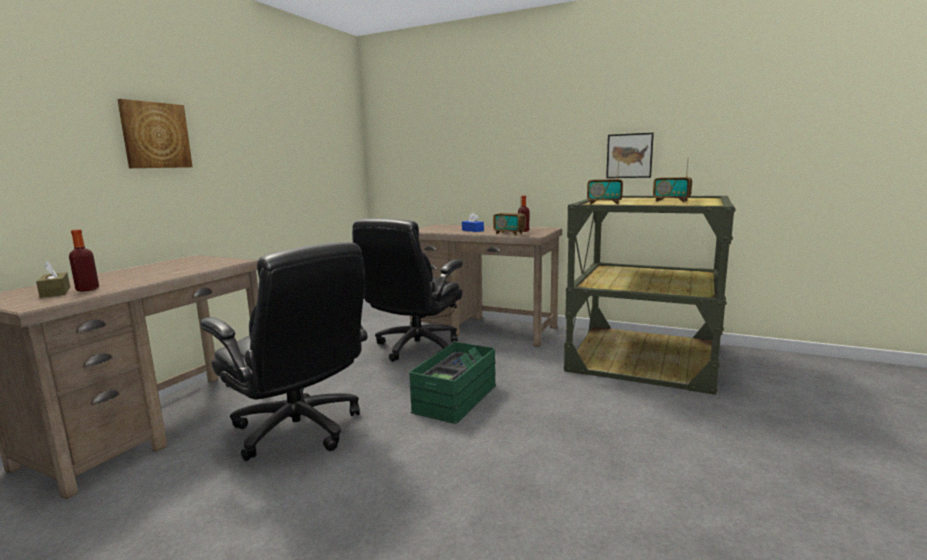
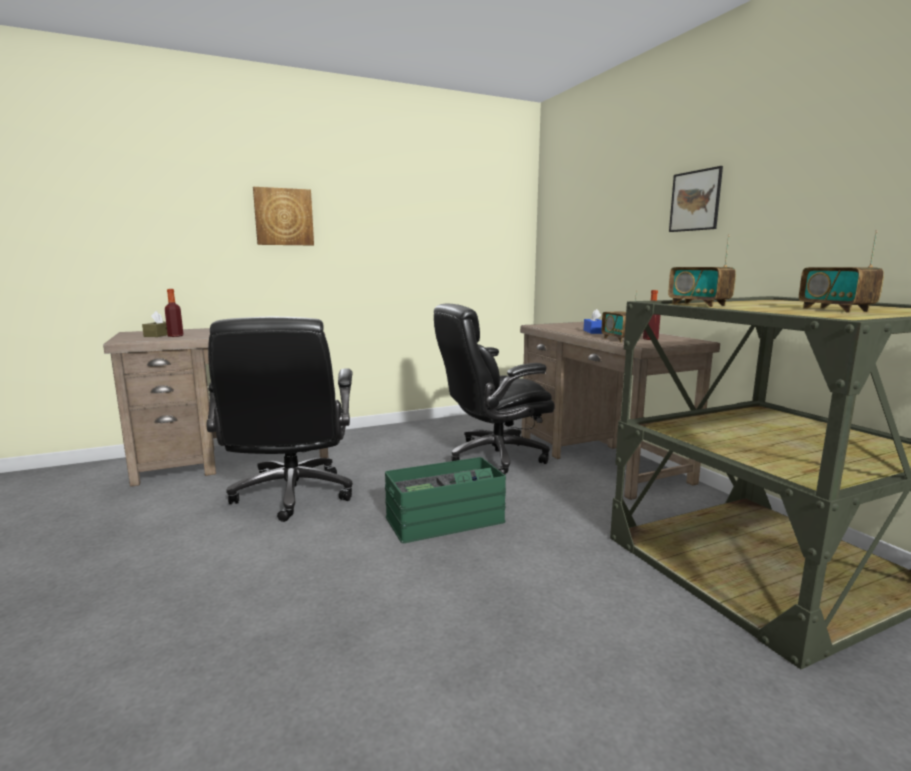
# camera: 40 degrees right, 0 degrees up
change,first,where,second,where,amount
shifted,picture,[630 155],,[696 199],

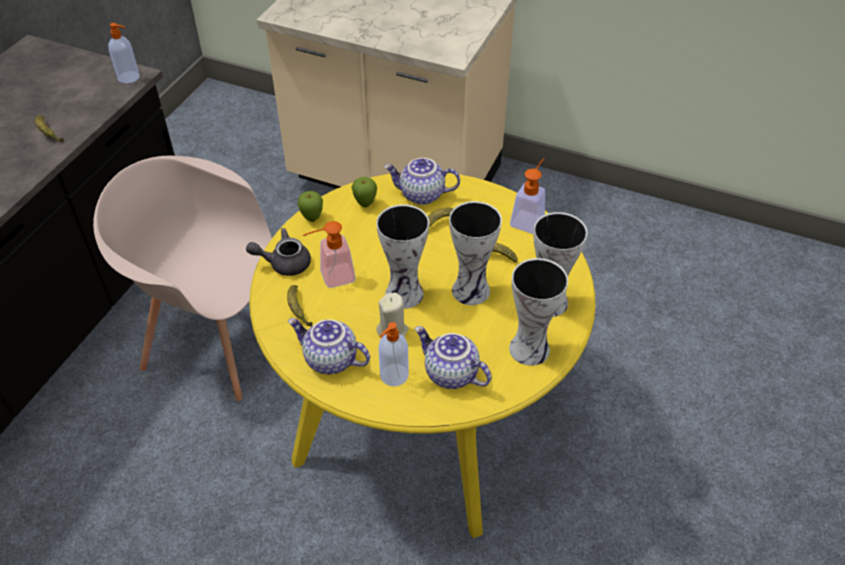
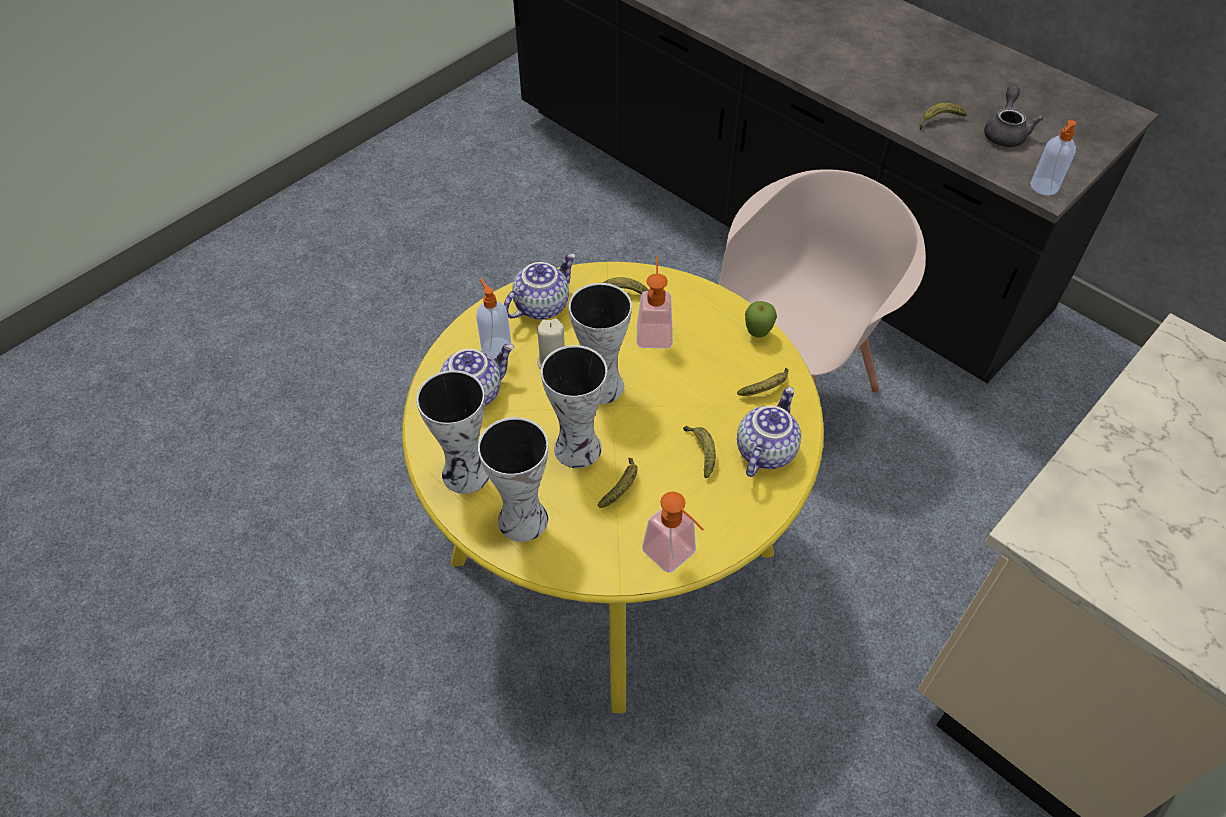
# camera: 110 degrees right, 5 degrees up
change,first,where,second,where,amount
shifted,grey teapot,[278 252],,[1013 116],
swapped,apple,[364 192],banana,[763 382],

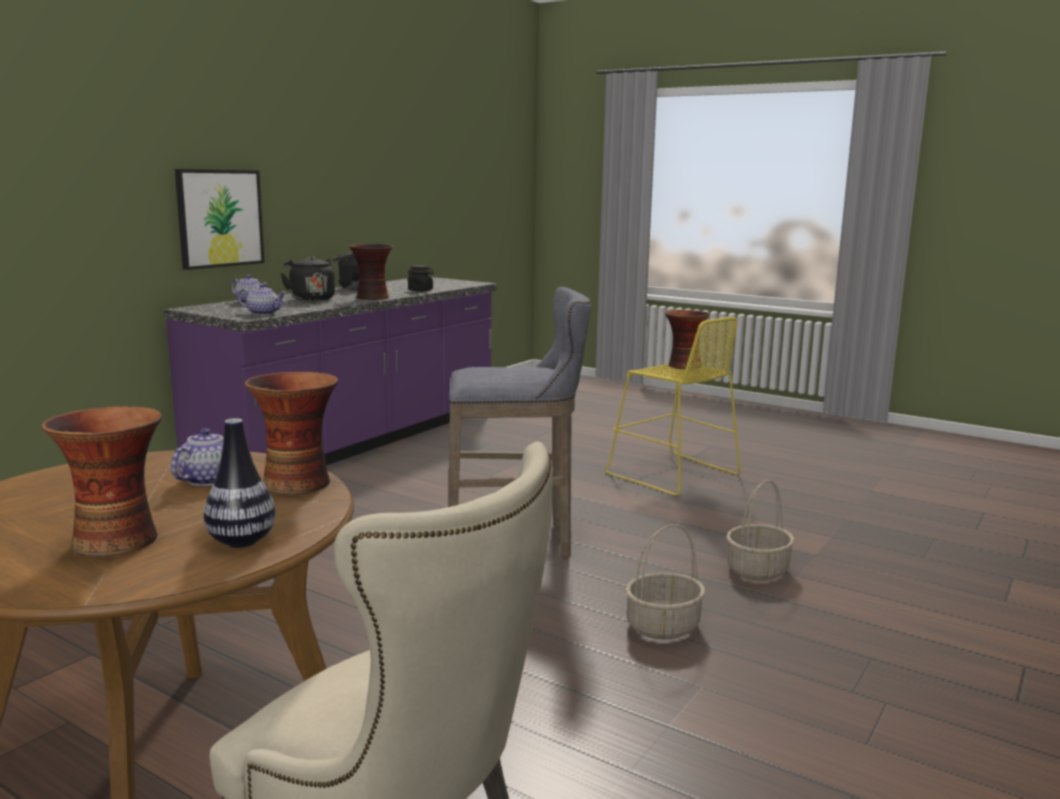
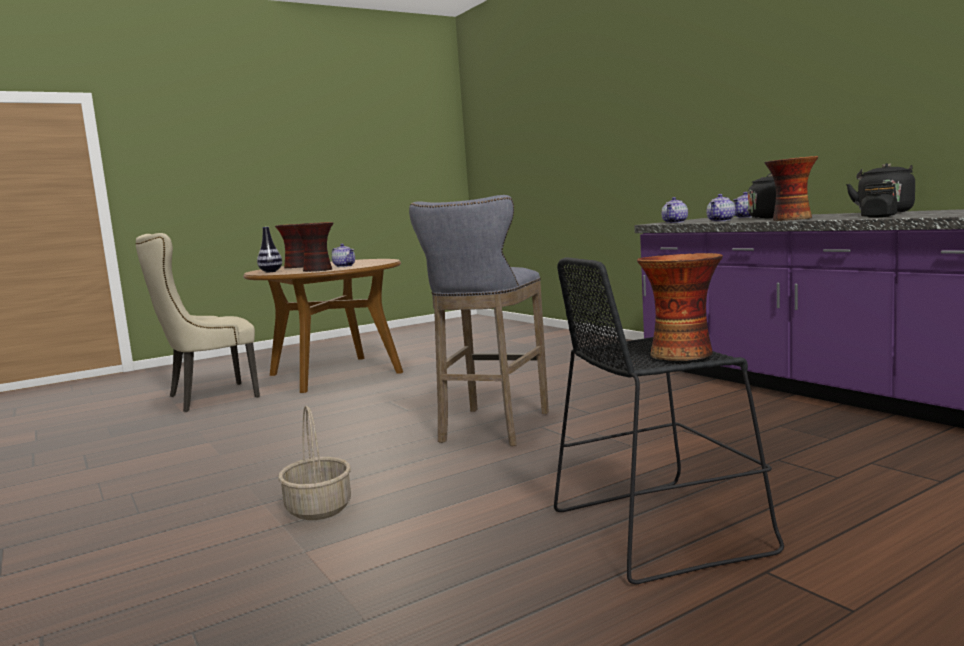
# camera: 115 degrees right, 5 degrees down
change,first,where,second,where,amount
gone,picture,[219 219],,,
gone,basket,[665 581],,,
new,,,teapot,[720 208],
repainted,yellow stool,[673 406],black stool,[669 420],

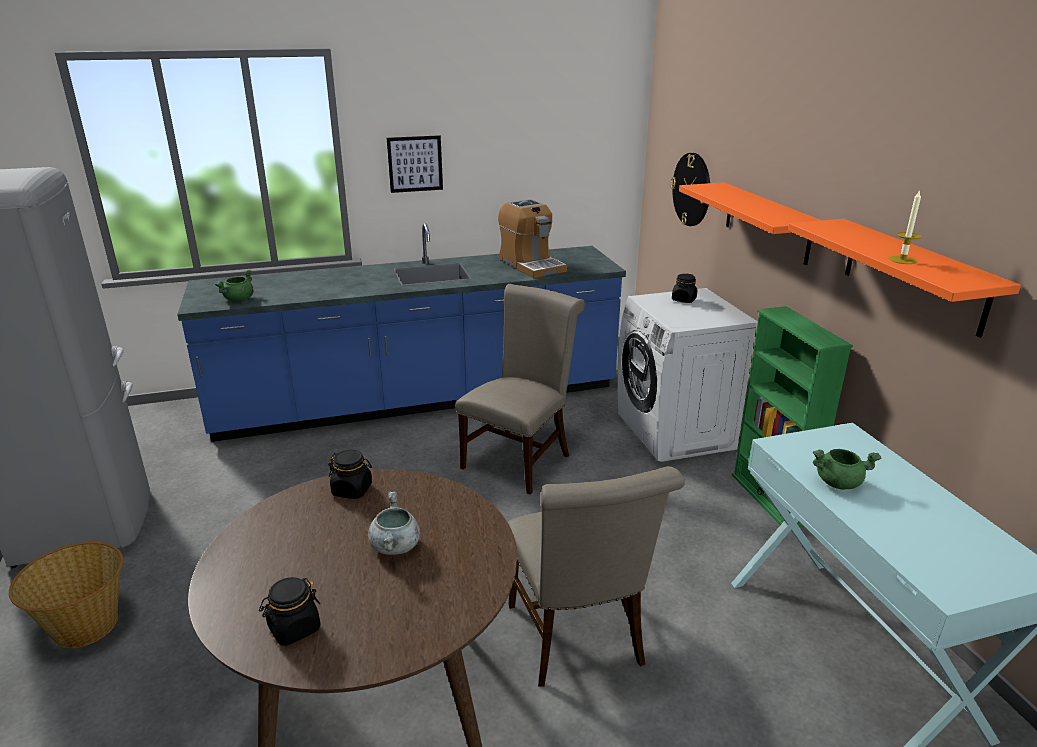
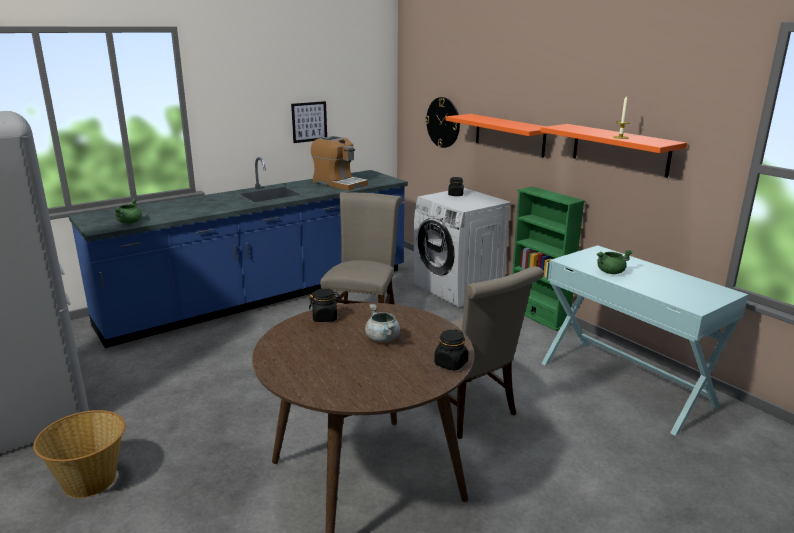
# camera: 20 degrees left, 5 degrees down
change,first,where,second,where,amount
shifted,black jar,[290 611],,[451 349],
shifted,picture,[415 164],,[309 122],

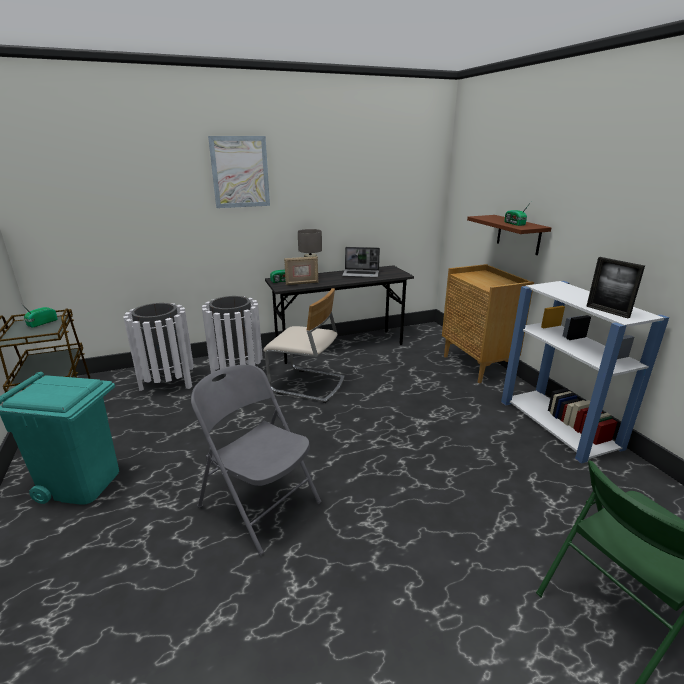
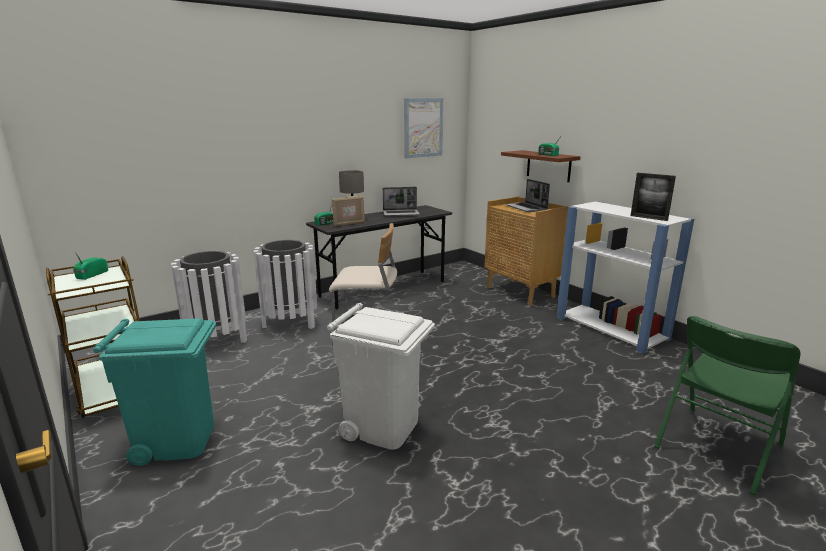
# camera: 15 degrees left, 5 degrees down
change,first,where,second,where,amount
new,,,laptop,[527 195],
shifted,picture,[239 172],,[423 128],
swapped,grey chair,[256 460],white trash can,[381 376],

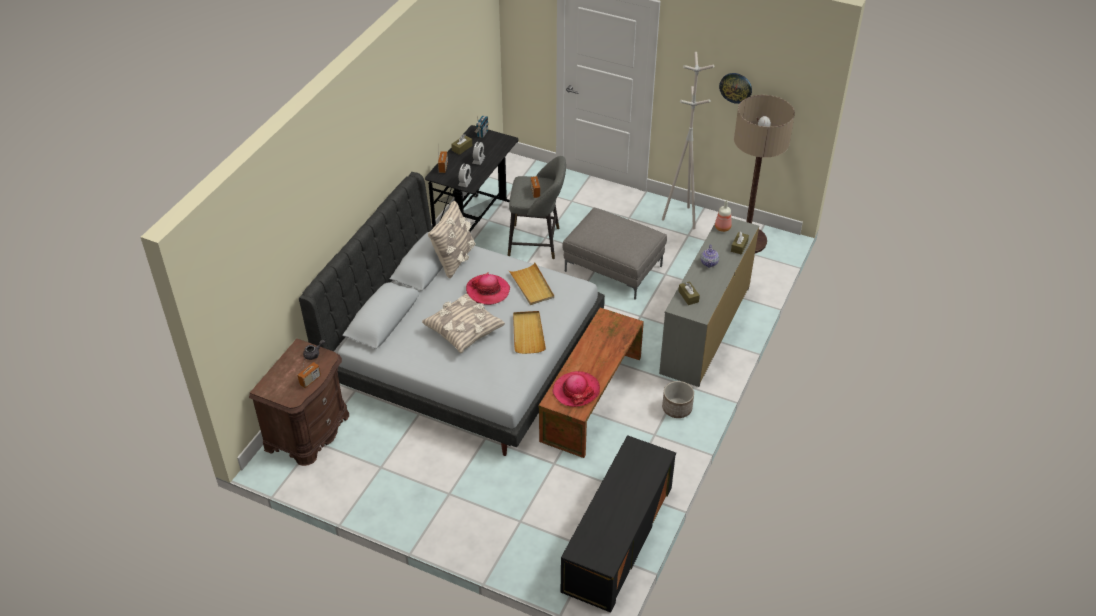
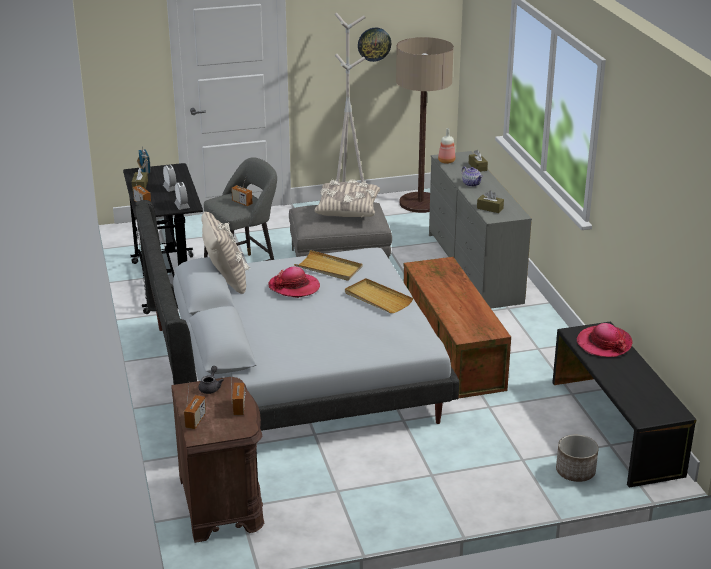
# camera: 40 degrees left, 15 degrees down
change,first,where,second,where,amount
new,,,radio,[195 405],
shifted,beige pillow,[463 323],,[347 198],
shifted,hat,[576 389],,[605 340],
shifted,planter,[678 399],,[577 458],

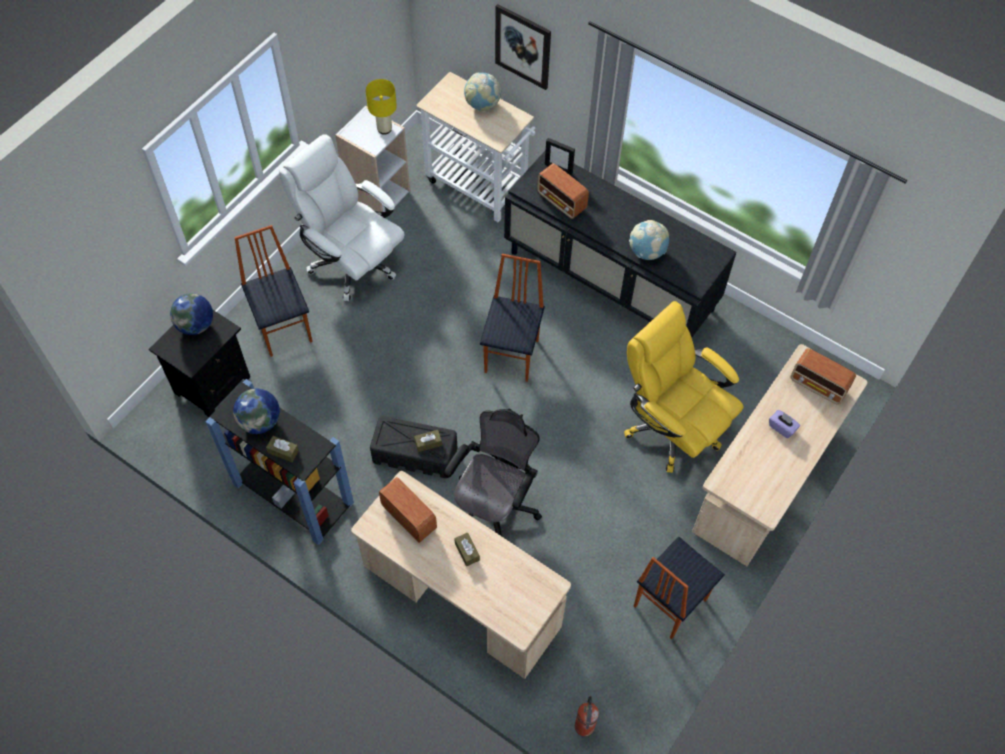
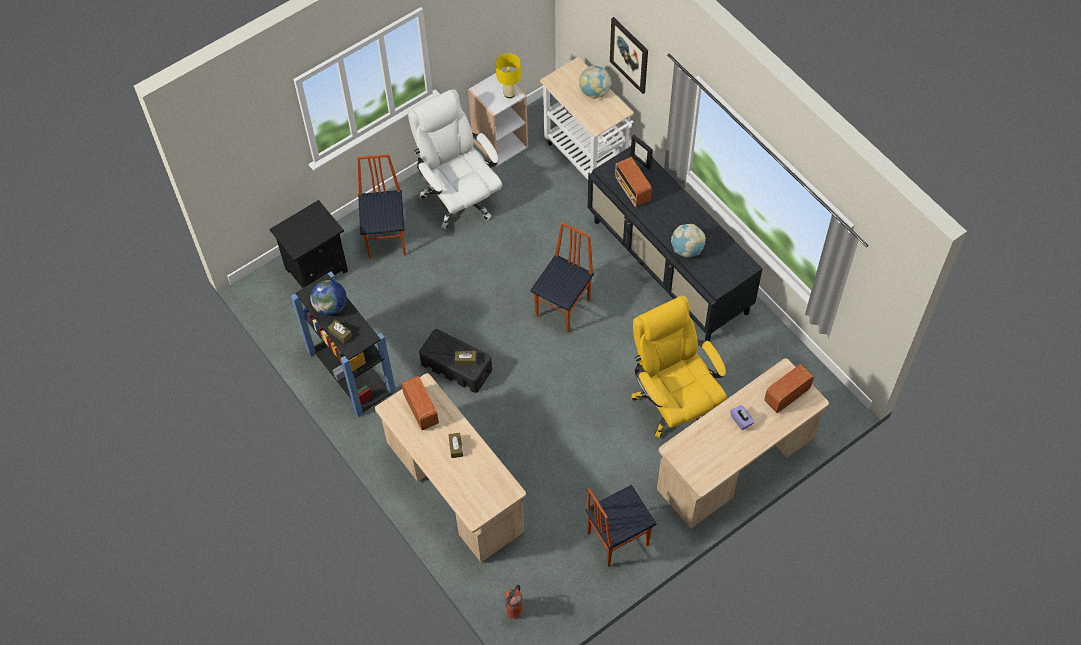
# camera: 20 degrees right, 0 degrees up
change,first,where,second,where,amount
gone,globe,[191 314],,,
gone,office chair,[493 472],,,
rotated,radio,[823 376],,[789 388],90 degrees clockwise

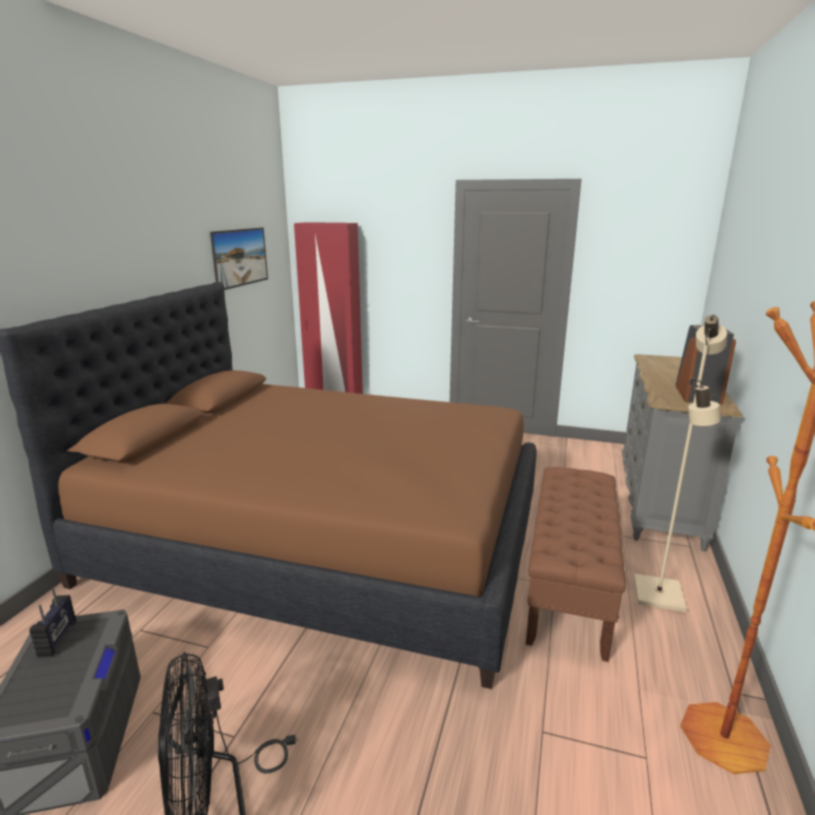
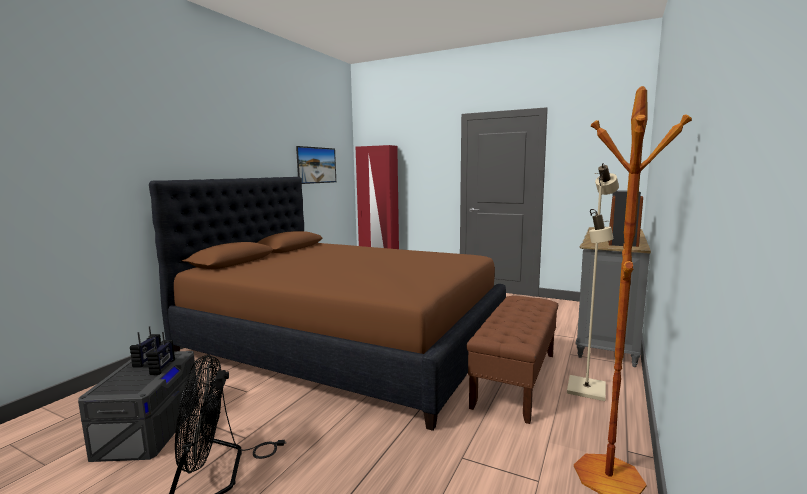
# camera: 10 degrees right, 10 degrees down
change,first,where,second,where,amount
new,,,radio,[161 353],

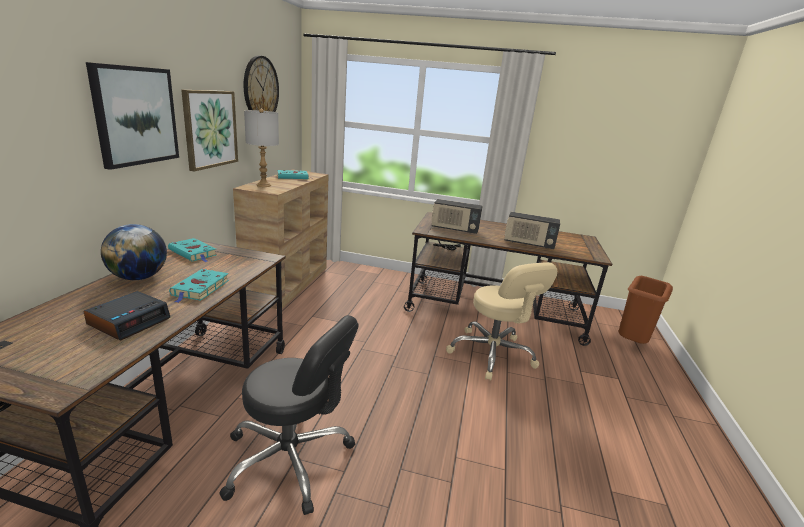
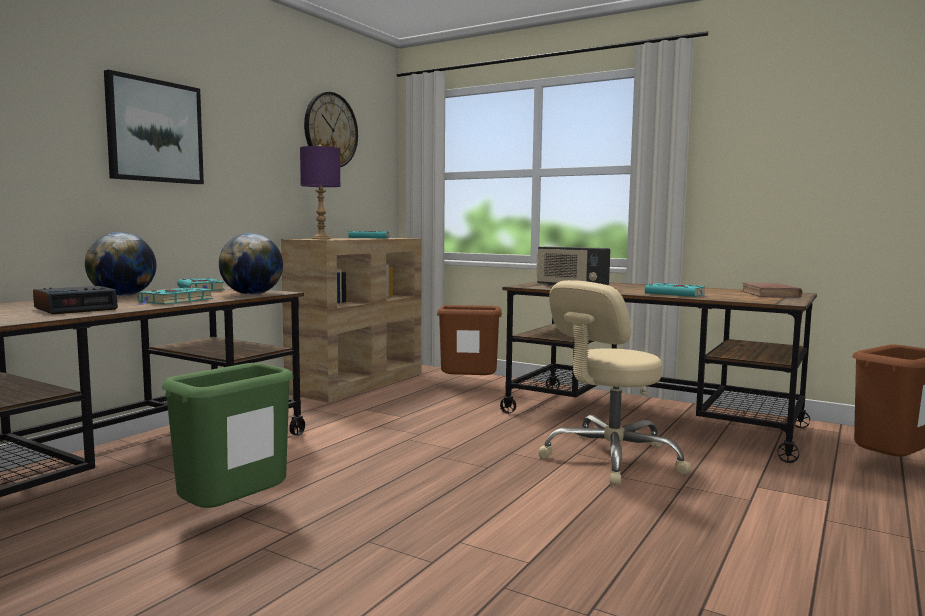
# camera: 20 degrees right, 15 degrees down
change,first,where,second,where,amount
gone,picture,[209 131],,,
new,,,globe,[251 264],
new,,,brown trash can,[469 340],
new,,,brown book,[771 290],
swapped,black office chair,[289 415],green trash can,[227 435],
swapped,radio,[532 230],turquoise book,[675 290],
repainted,grey table lamp,[261 148],purple table lamp,[320 192],
rotated,beige office chair,[501 321],,[614 383],60 degrees clockwise

